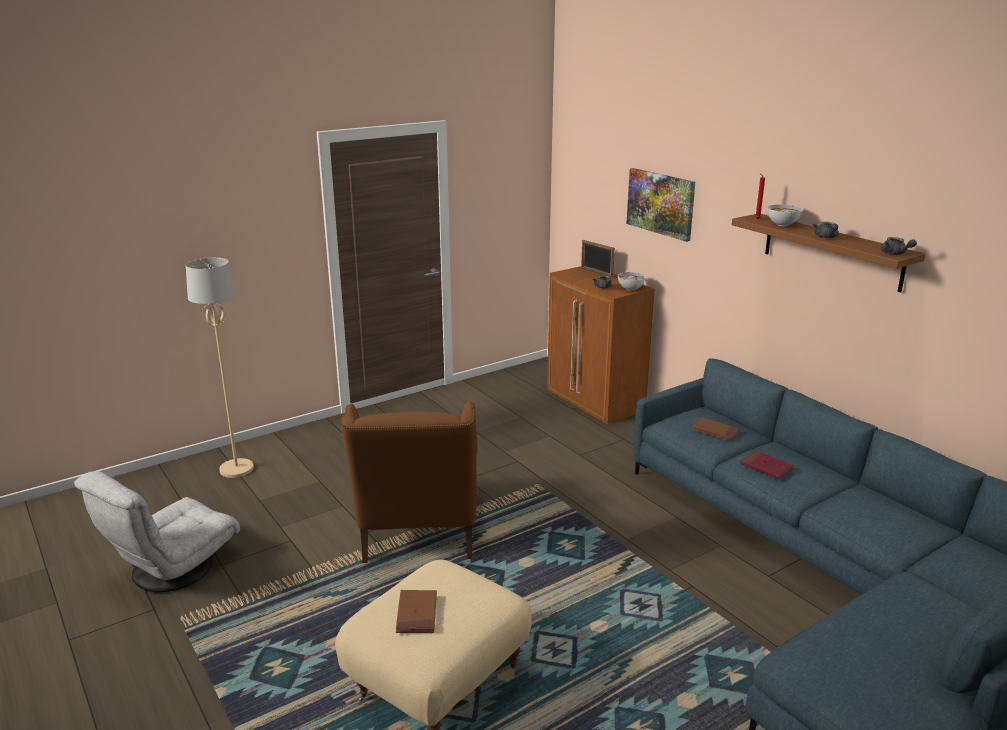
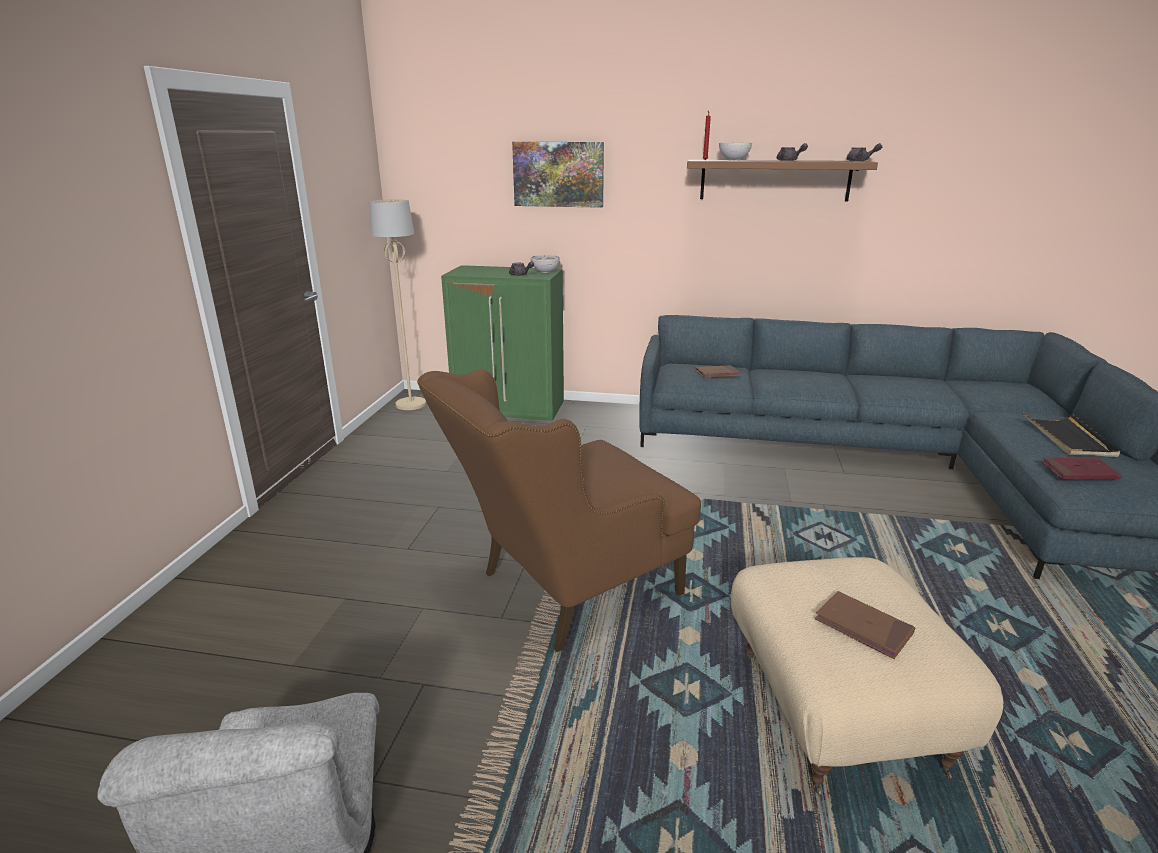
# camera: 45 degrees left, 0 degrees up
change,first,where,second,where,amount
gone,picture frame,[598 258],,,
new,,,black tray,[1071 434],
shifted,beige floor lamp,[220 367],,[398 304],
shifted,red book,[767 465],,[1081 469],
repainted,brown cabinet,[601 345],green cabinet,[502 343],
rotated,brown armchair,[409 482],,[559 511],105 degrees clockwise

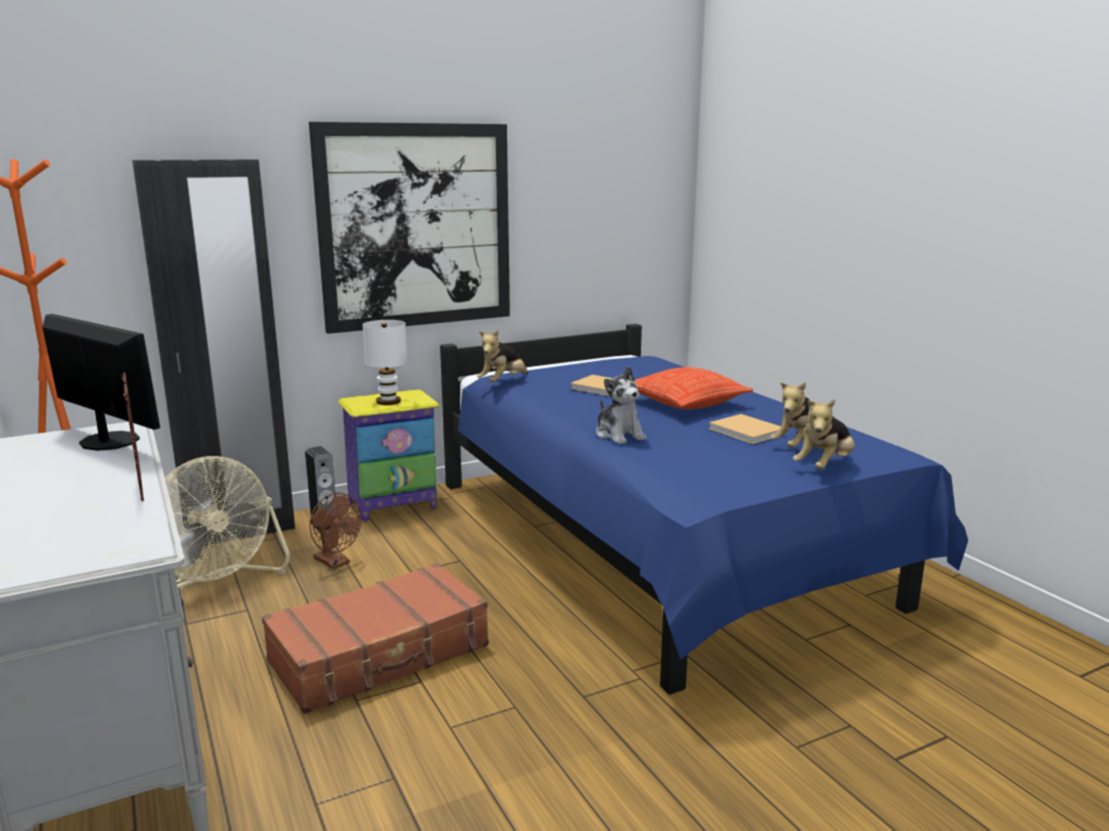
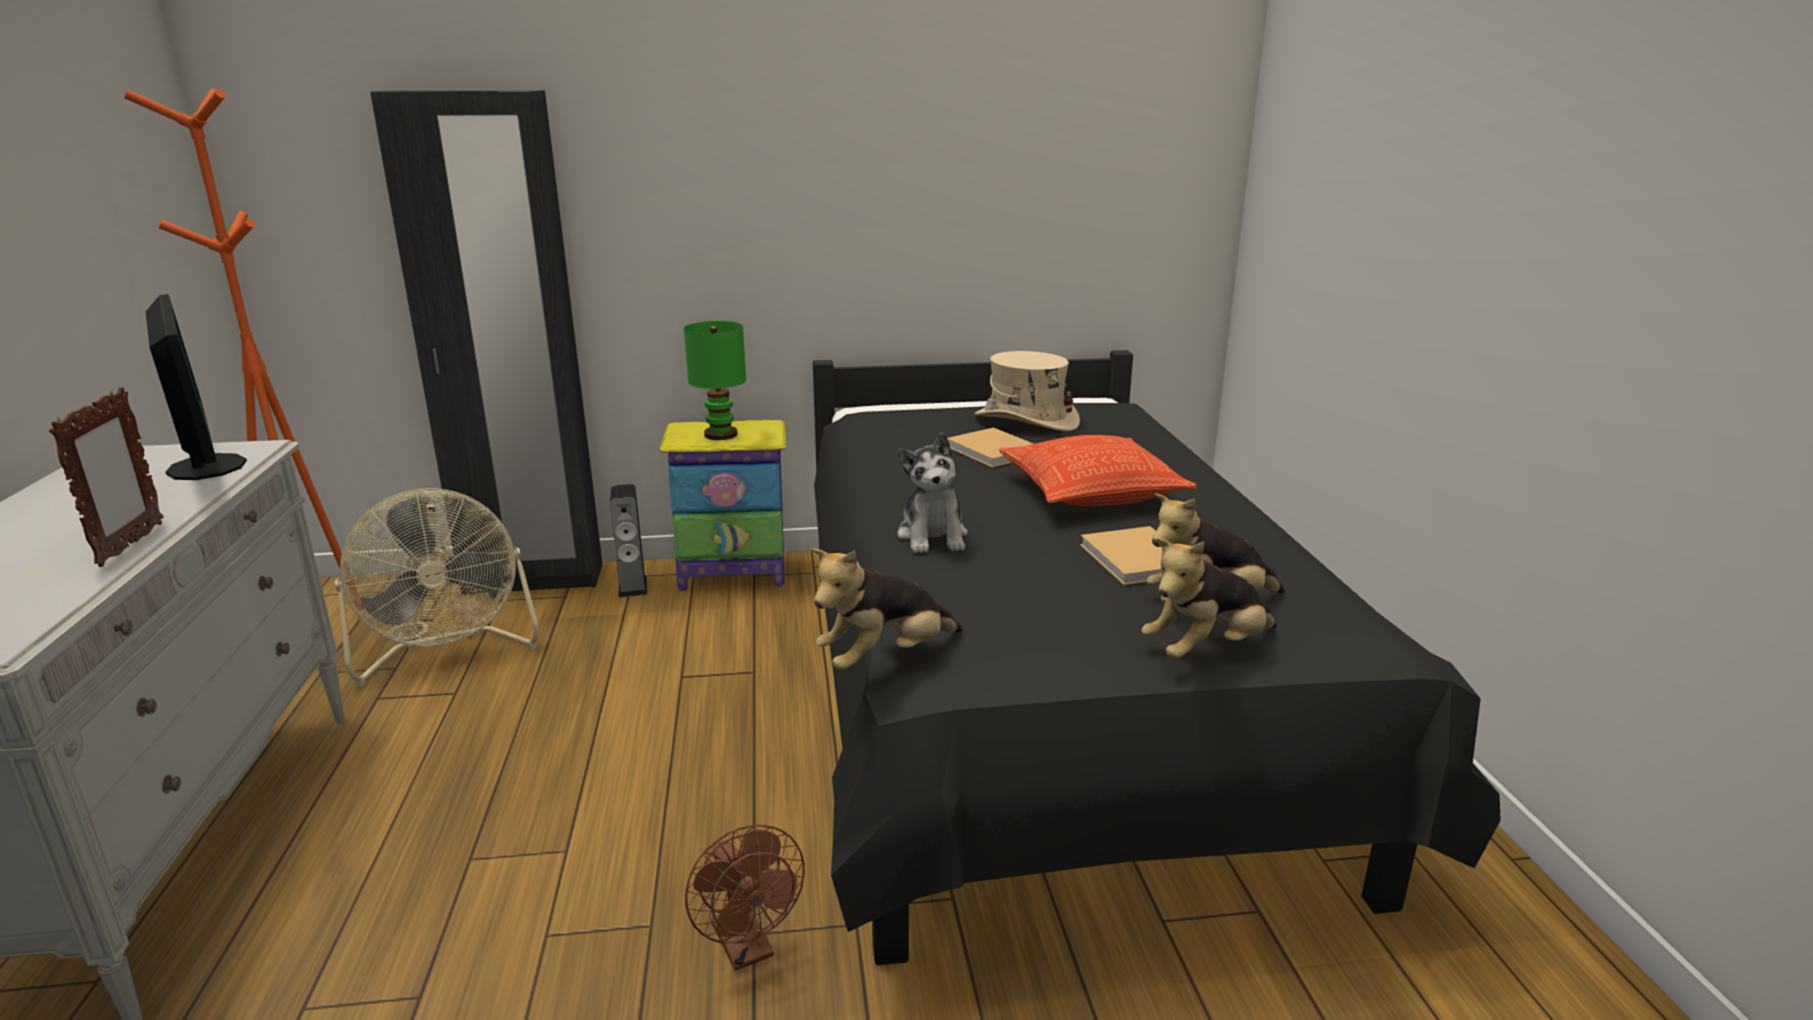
# camera: 20 degrees right, 5 degrees up
change,first,where,second,where,amount
gone,brown suitcase,[375 638],,,
gone,picture,[409 228],,,
new,,,beige hat,[1027 391],
shifted,brown fan,[335 531],,[745 898],
shifted,plush toy,[502 356],,[887 609],
repainted,white table lamp,[385 362],green table lamp,[715 380],
repainted,blue bed,[704 509],black bed,[1157 658],

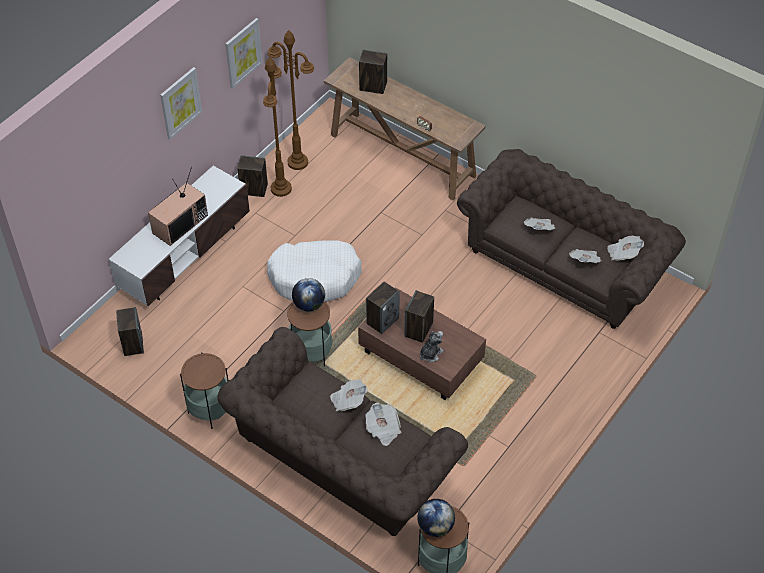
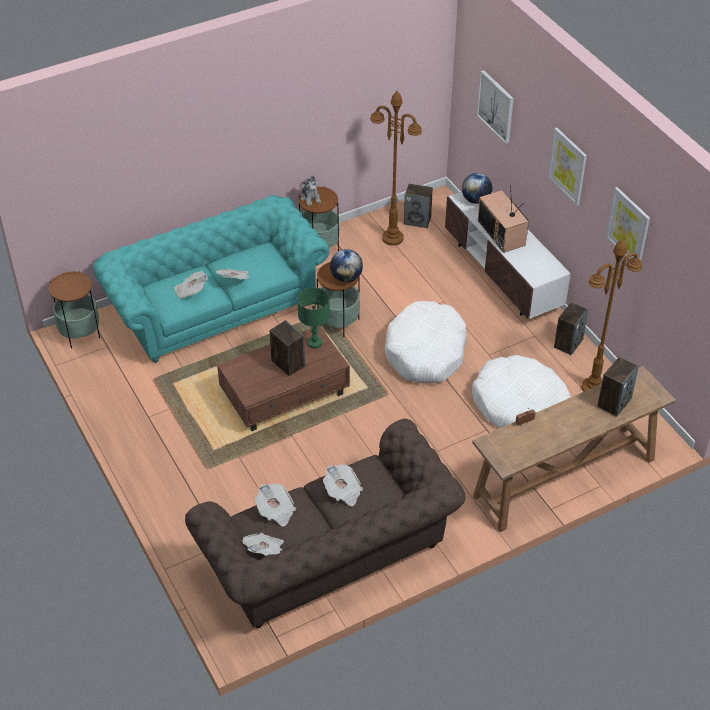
# camera: 115 degrees right, 5 degrees down
change,first,where,second,where,amount
new,,,white dog bed,[521 391],
new,,,picture,[495 107],
shifted,brown floor lamp,[277 127],,[396 168],
shifted,globe,[436 518],,[477 188],
shifted,plush toy,[432 346],,[311 191],
swapped,speaker,[383 308],green table lamp,[313 318],
repainted,brown sofa,[342 431],turquoise sofa,[211 279],

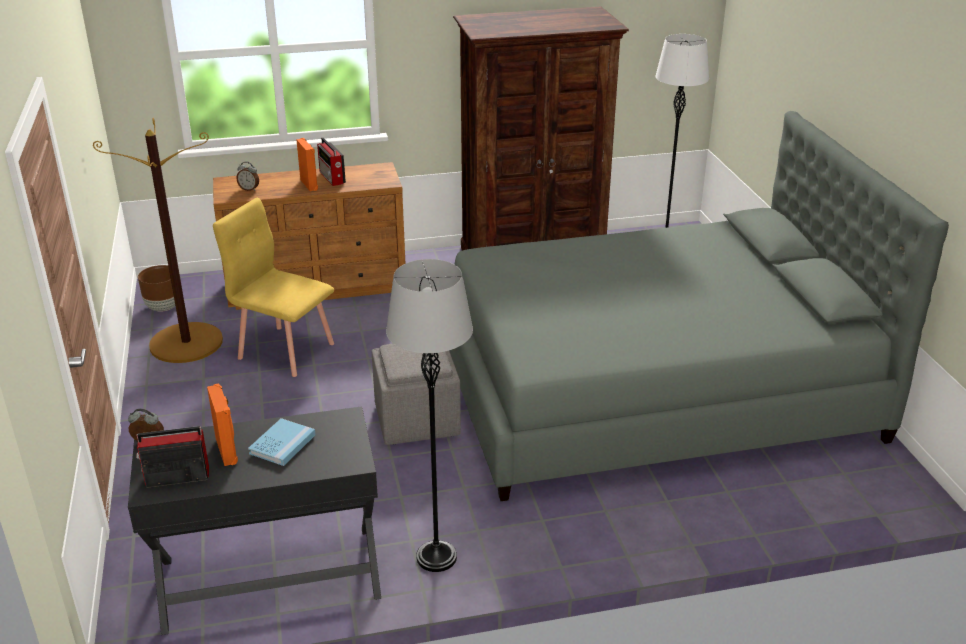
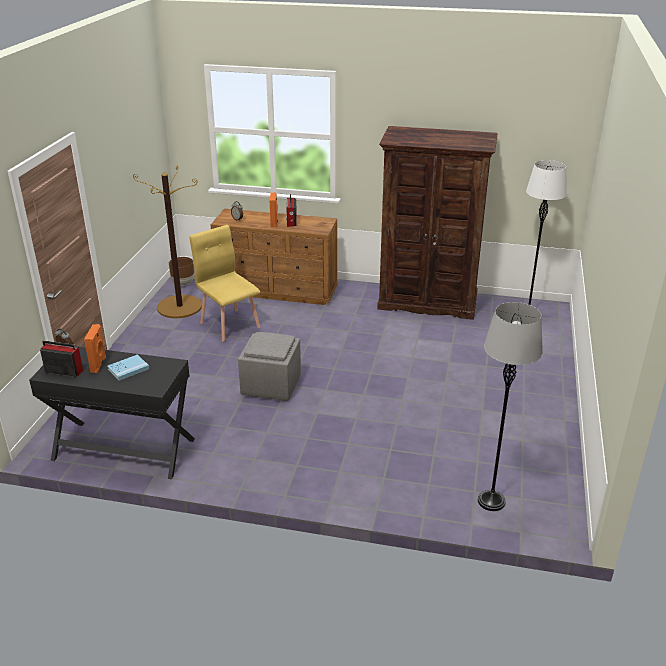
# camera: 25 degrees right, 0 degrees up
change,first,where,second,where,amount
gone,grey bed,[699 306],,,
shifted,grey floor lamp,[429 415],,[510 406],

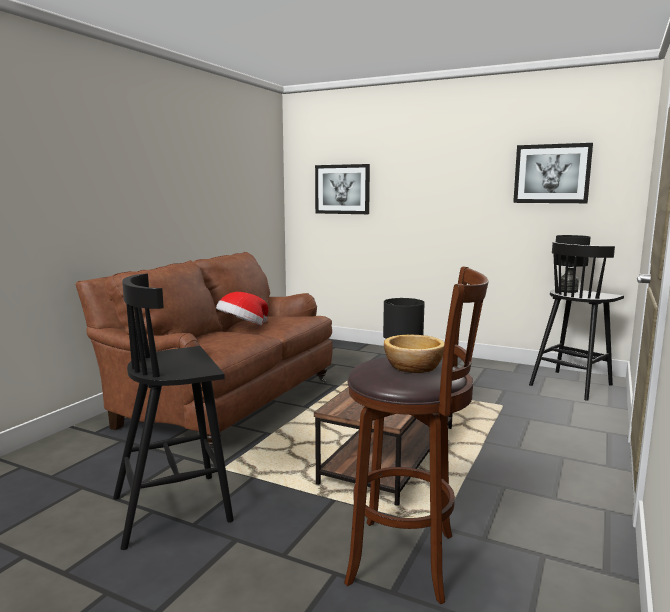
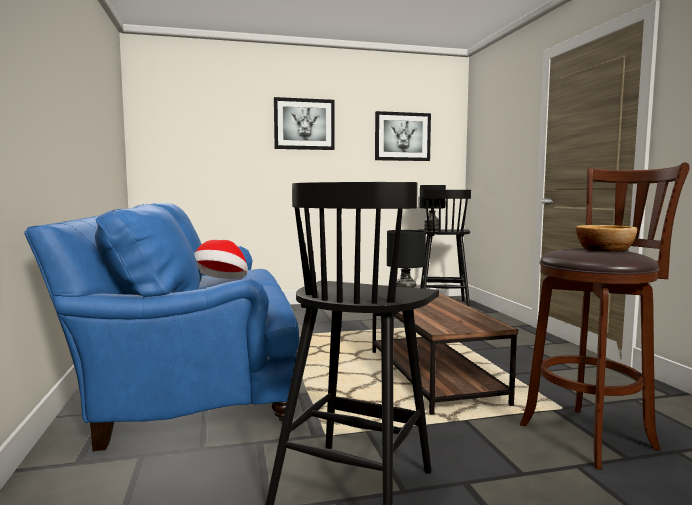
# camera: 40 degrees left, 5 degrees down
change,first,where,second,where,amount
shifted,picture,[342 189],,[304 123],
repainted,brown sofa,[204 351],blue sofa,[161 327],

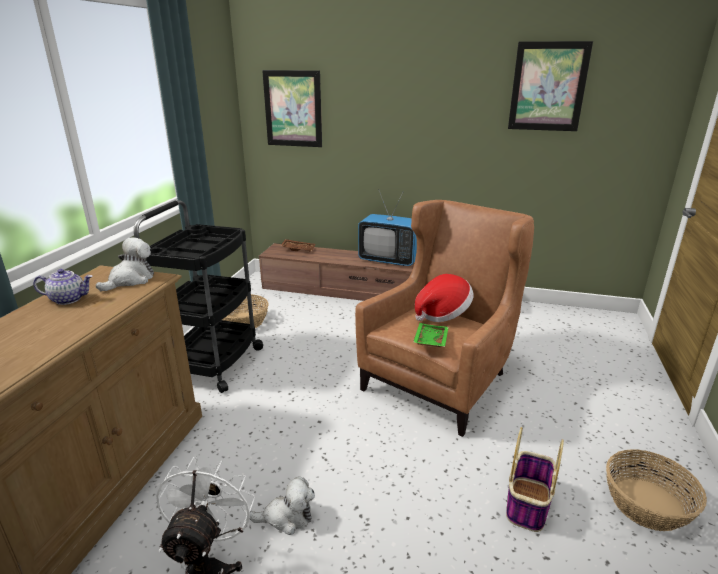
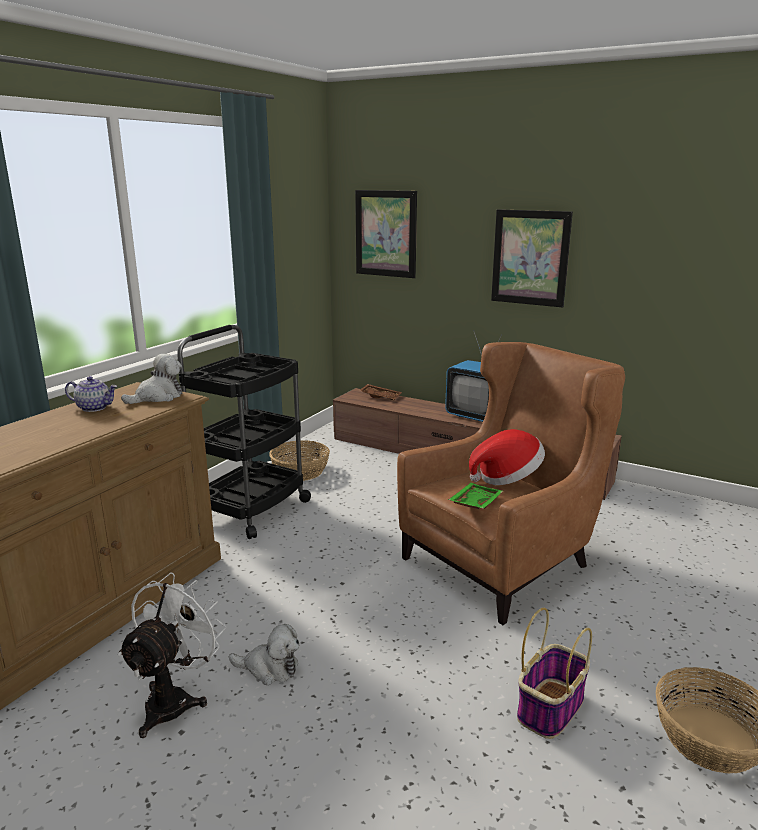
# camera: 15 degrees right, 5 degrees down
change,first,where,second,where,amount
shifted,picture,[550 86],,[532 258],

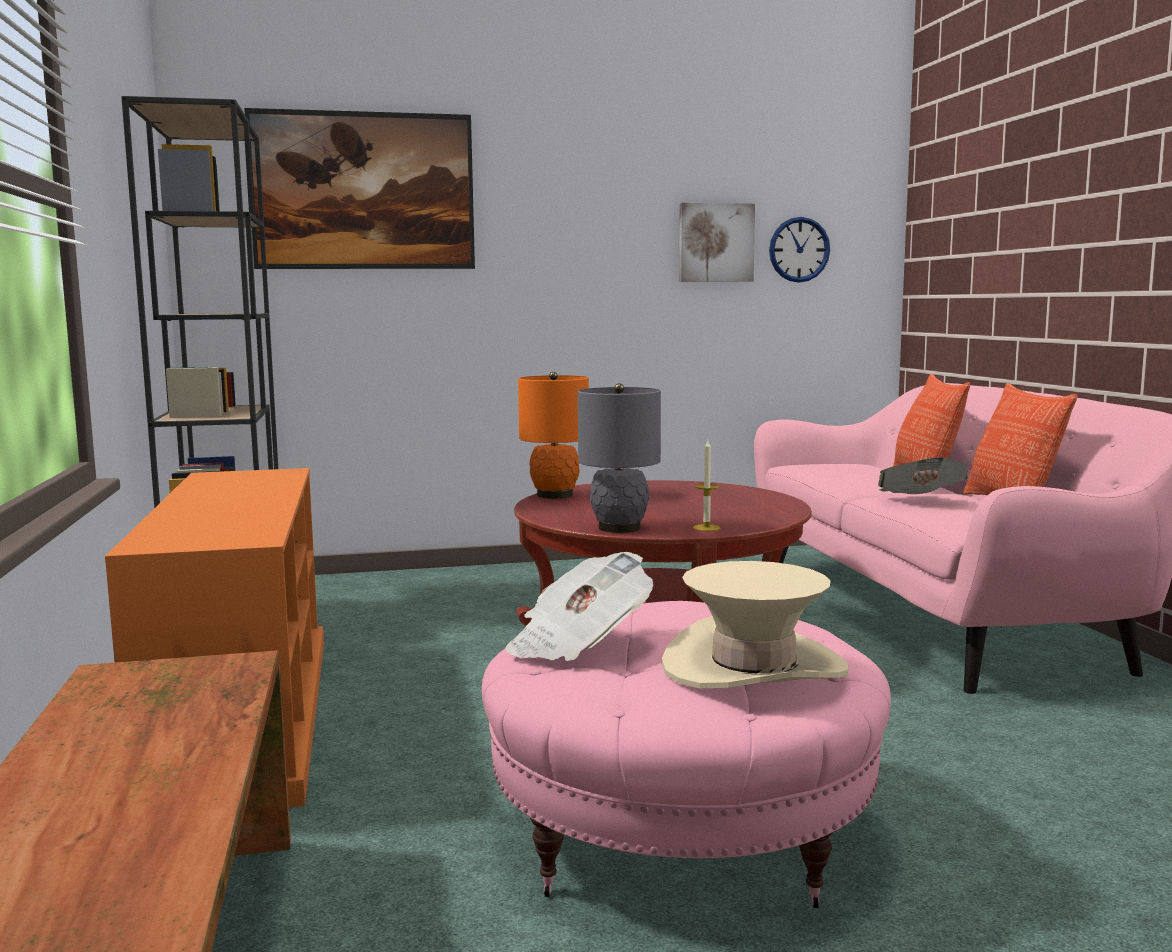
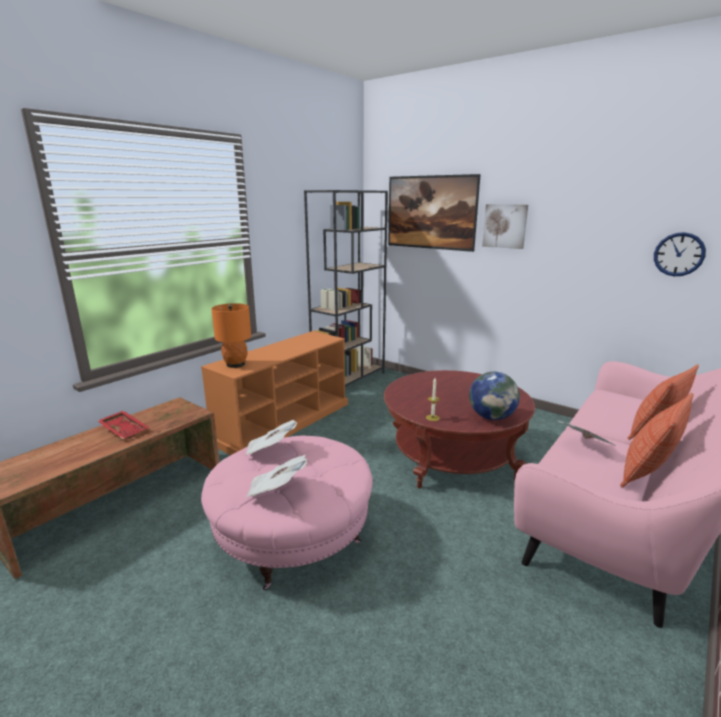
# camera: 50 degrees right, 10 degrees up
change,first,where,second,where,amount
gone,grey table lamp,[619 458],,,
new,,,red tray,[123 425],
new,,,globe,[494 396],
shifted,orange table lamp,[553 435],,[231 335],
shifted,picture,[717 242],,[505 226],
swapped,beige hat,[754 624],newspaper,[276 476],

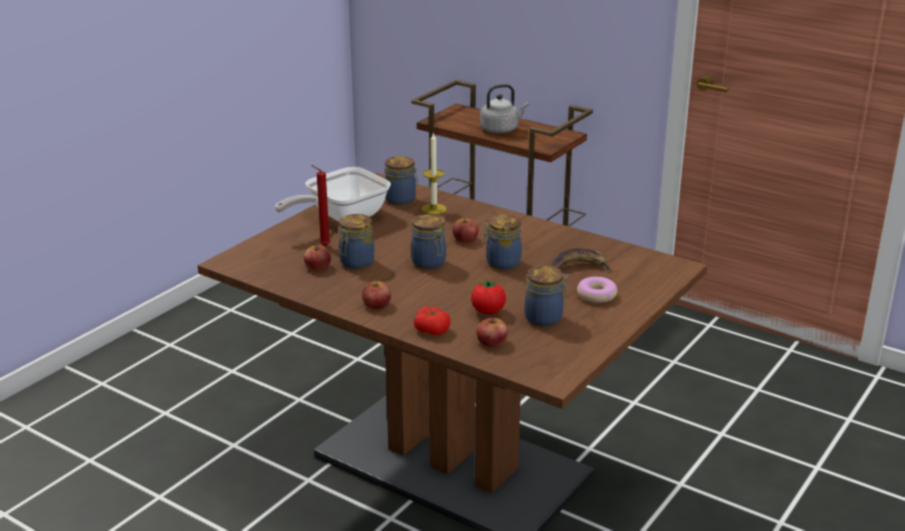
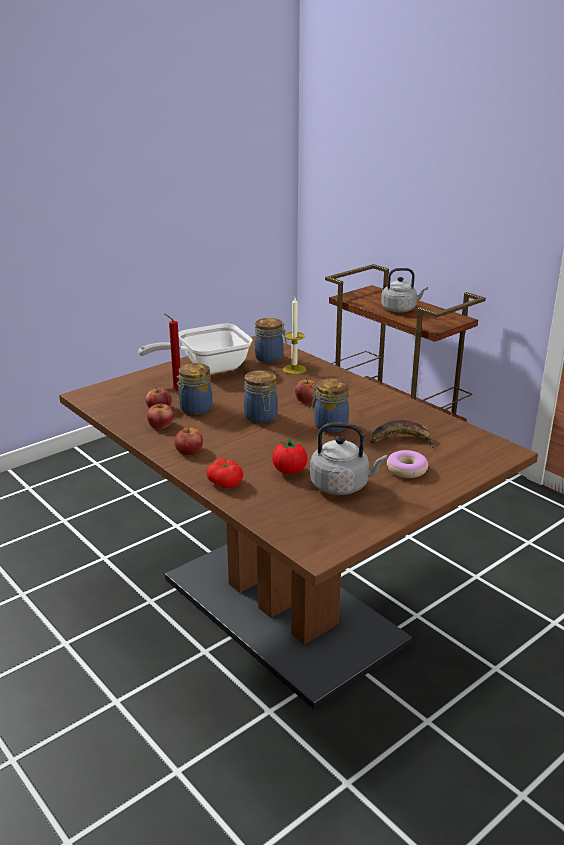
# camera: 15 degrees right, 0 degrees up
change,first,where,second,where,amount
shifted,apple,[492 332],,[160 415],
swapped,jar,[546 296],grey kettle,[348 458],

